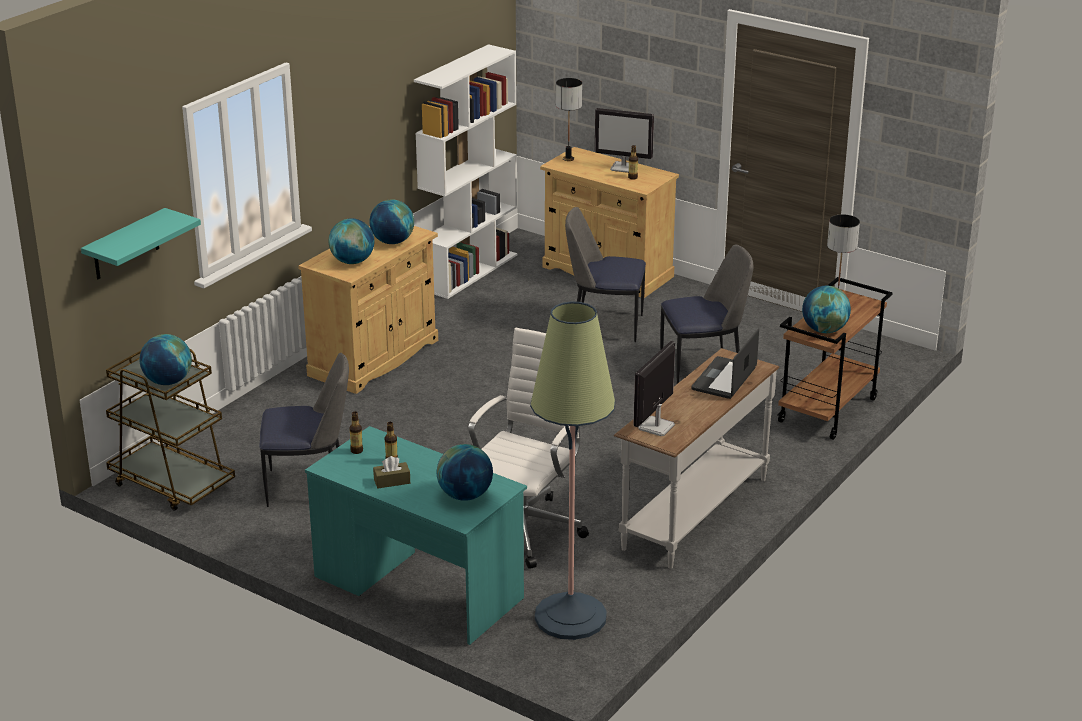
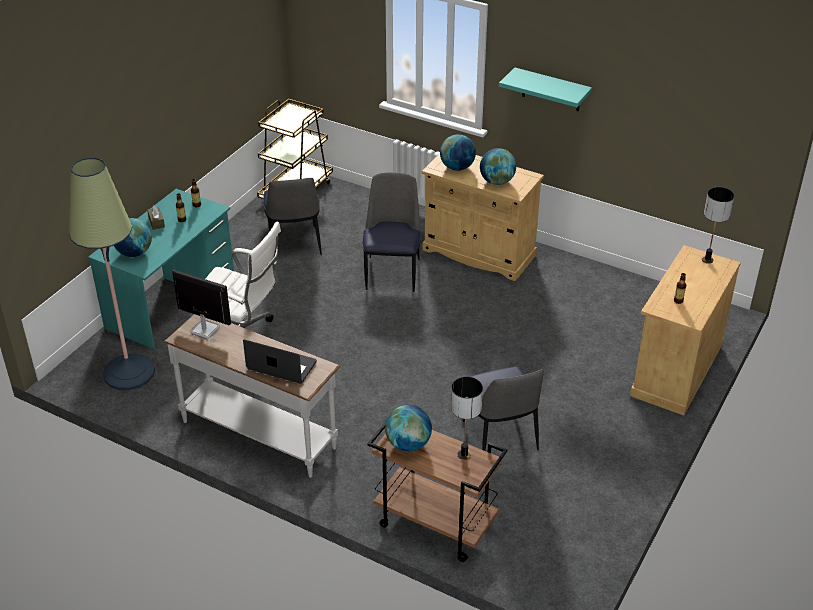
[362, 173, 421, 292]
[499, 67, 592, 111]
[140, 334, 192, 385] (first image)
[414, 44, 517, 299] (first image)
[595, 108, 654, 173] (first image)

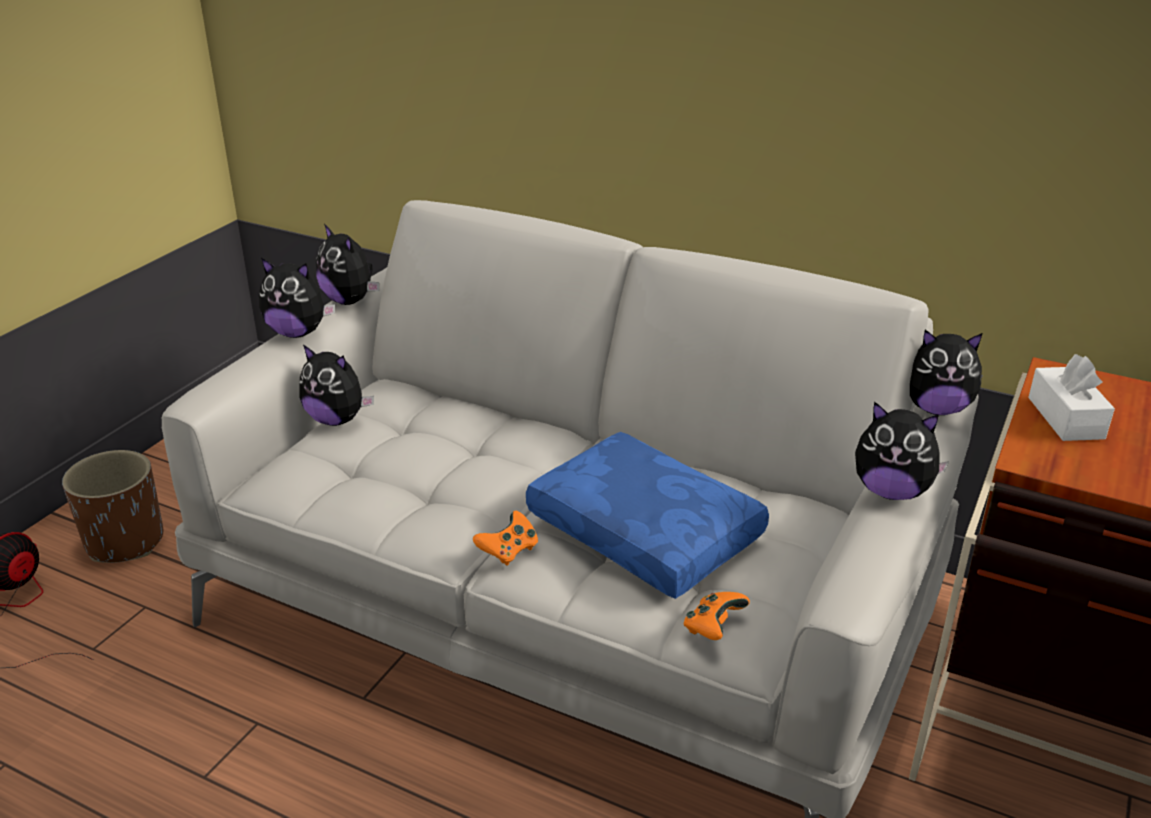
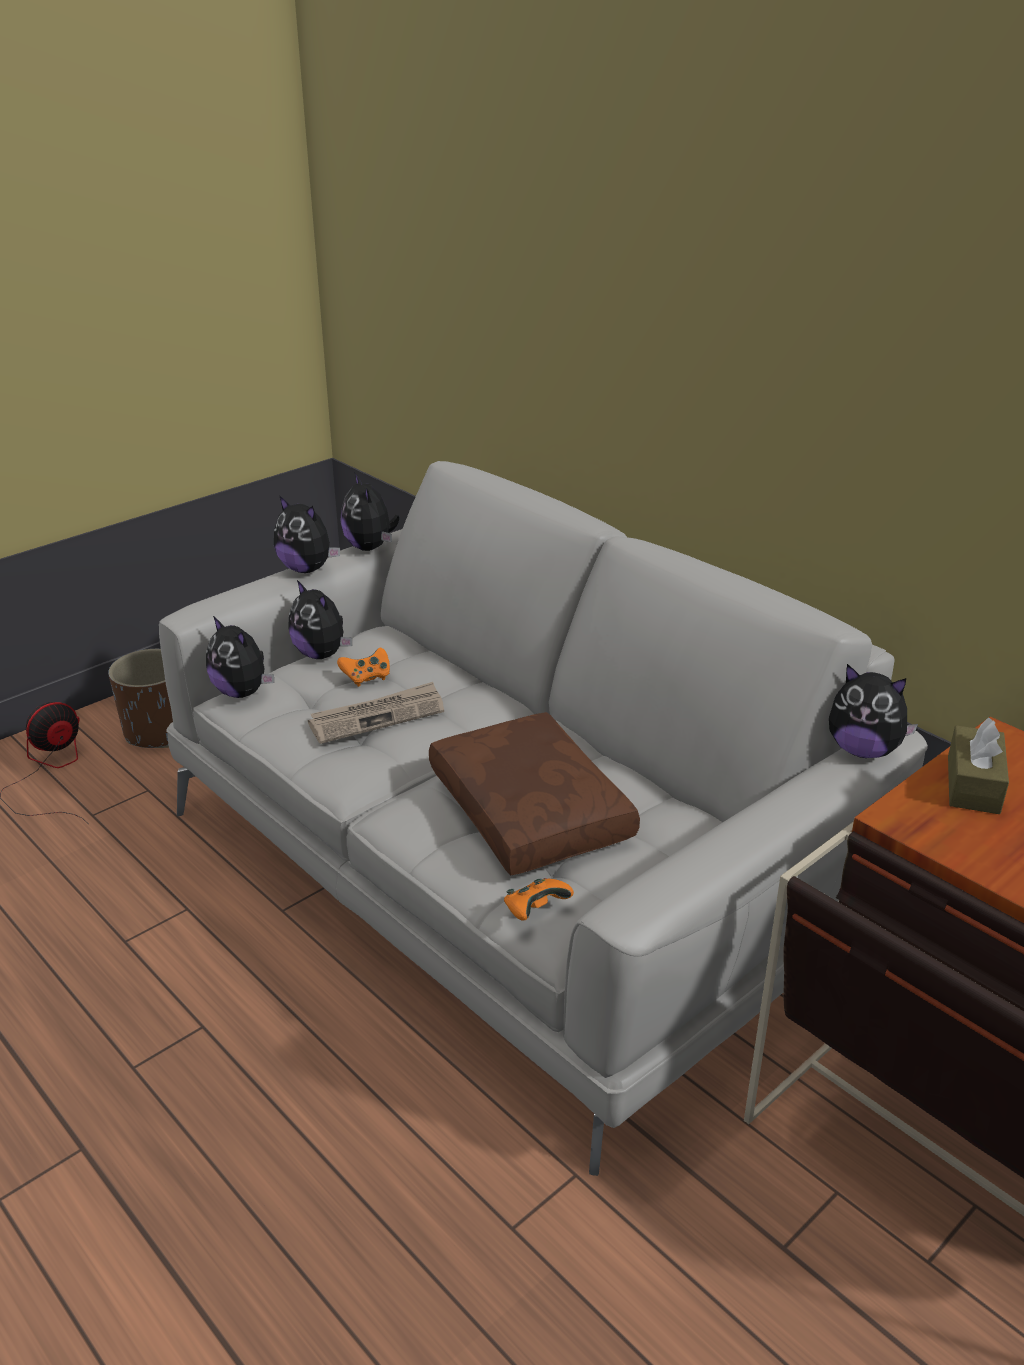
[206, 616, 274, 698]
[308, 682, 444, 744]
[337, 648, 390, 687]
[429, 712, 640, 875]
[948, 717, 1009, 814]

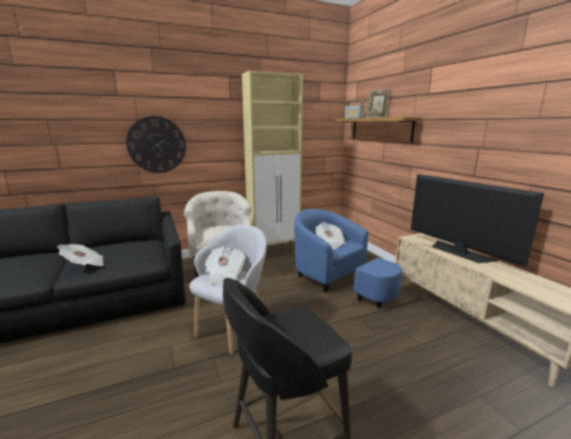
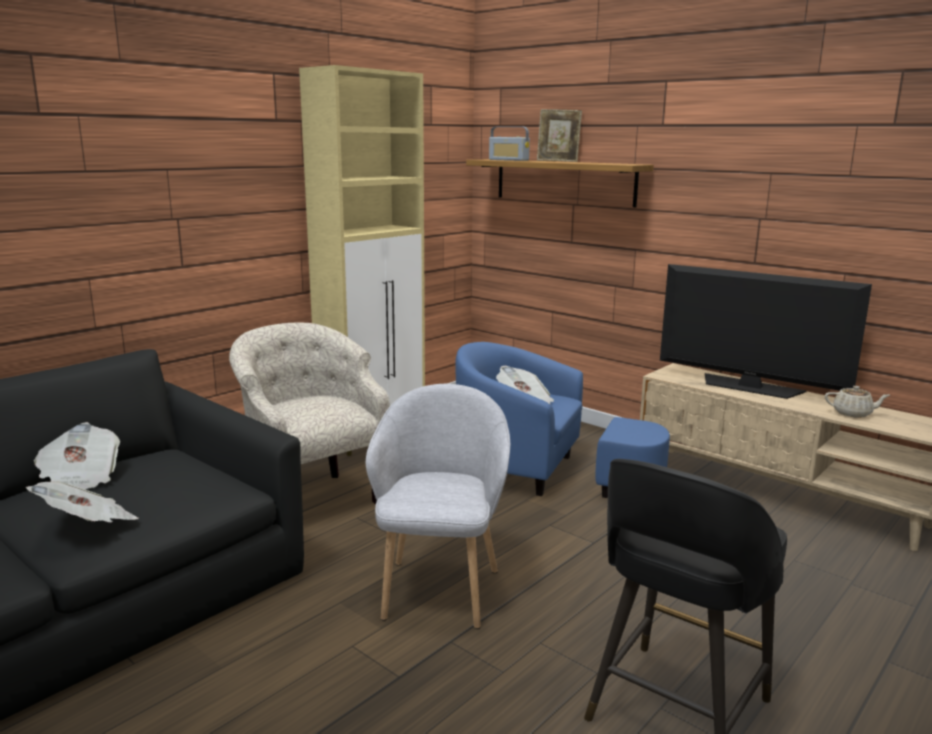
[34, 422, 120, 489]
[825, 386, 890, 418]
[126, 116, 186, 173] (first image)

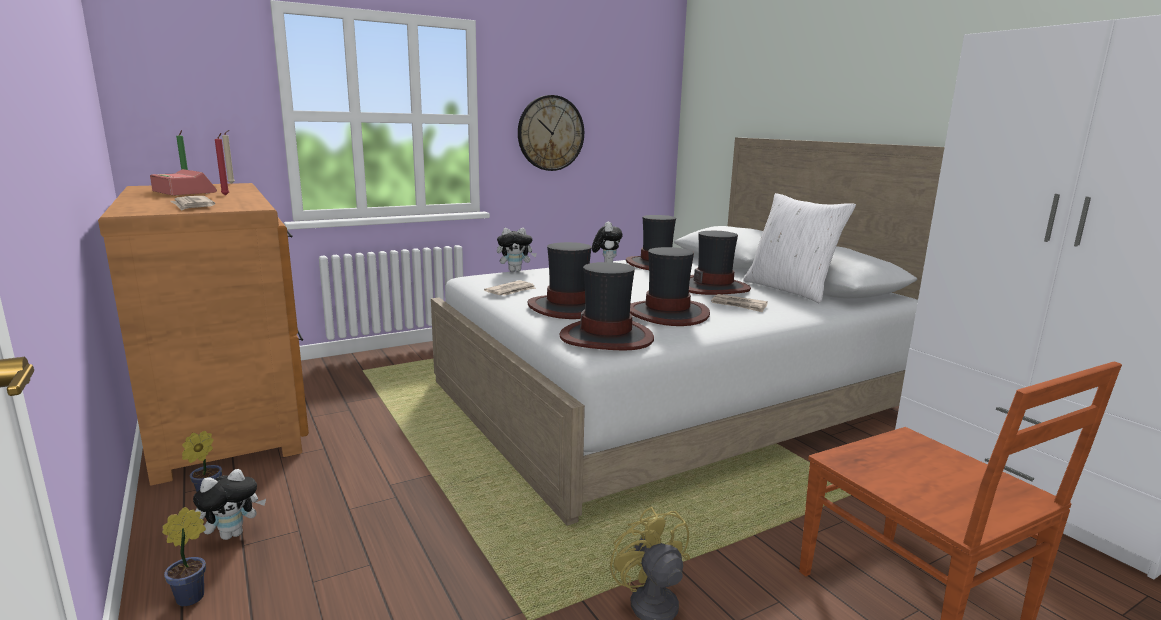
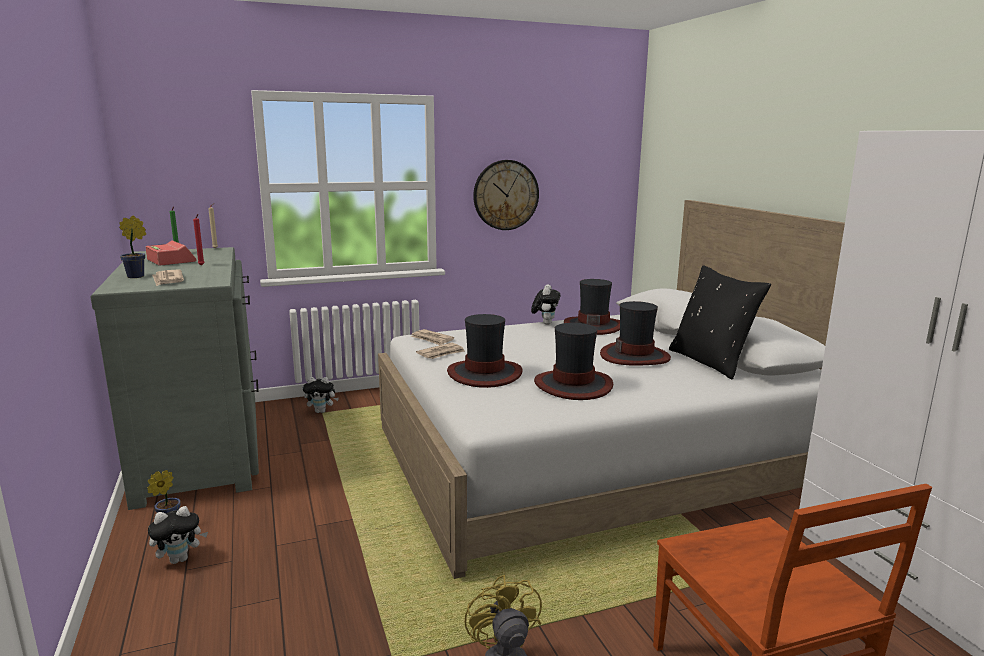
[90, 247, 259, 510]
[119, 215, 146, 278]
[303, 377, 339, 413]
[410, 329, 454, 345]
[669, 265, 771, 379]
[559, 262, 654, 350] (first image)

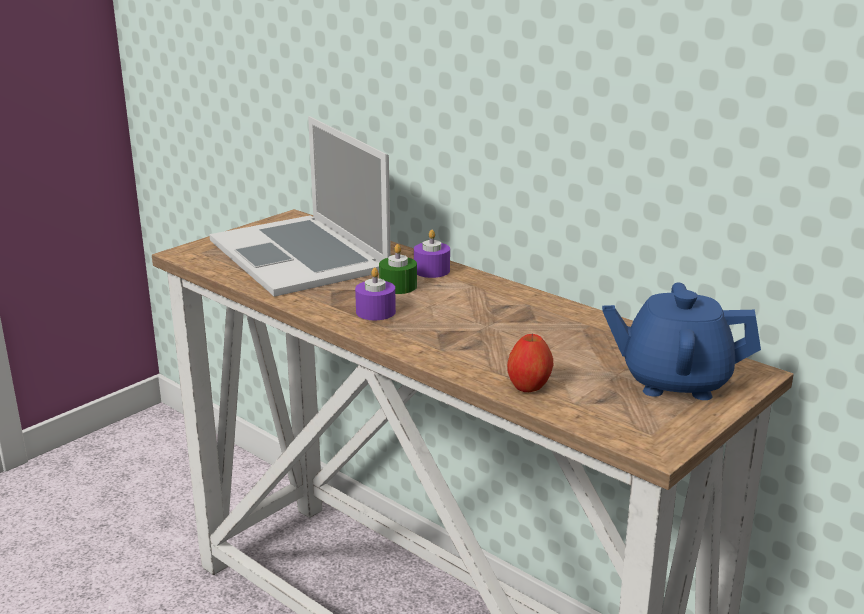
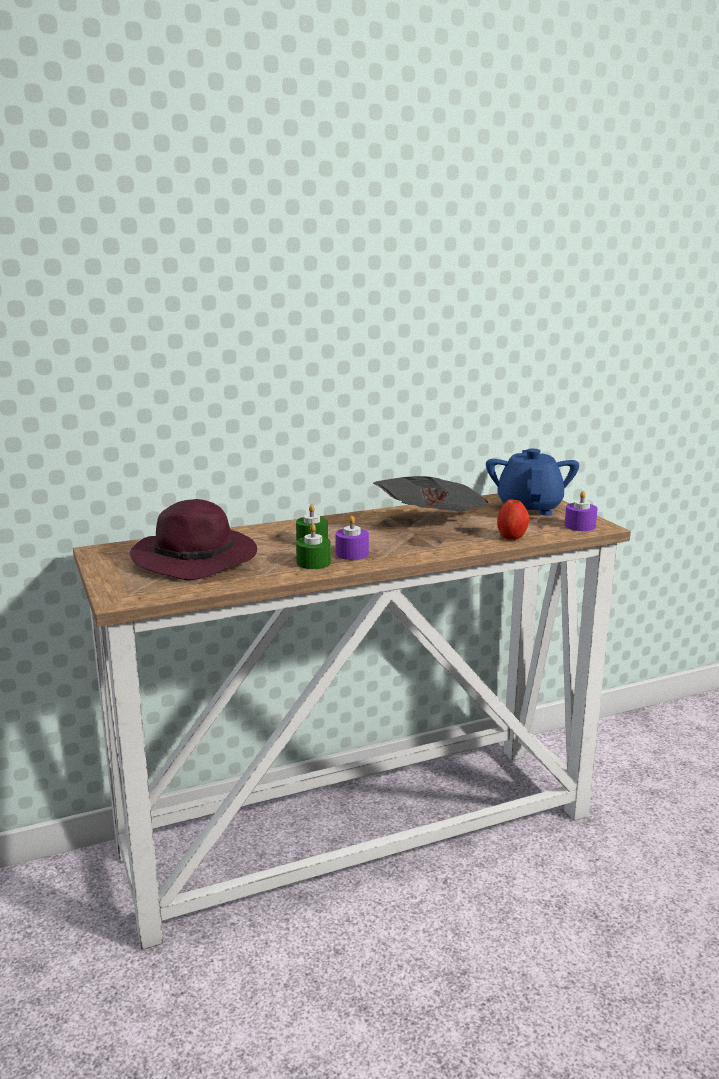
[130, 499, 257, 580]
[296, 524, 331, 569]
[373, 476, 488, 511]
[486, 448, 579, 516]
[565, 491, 598, 531]

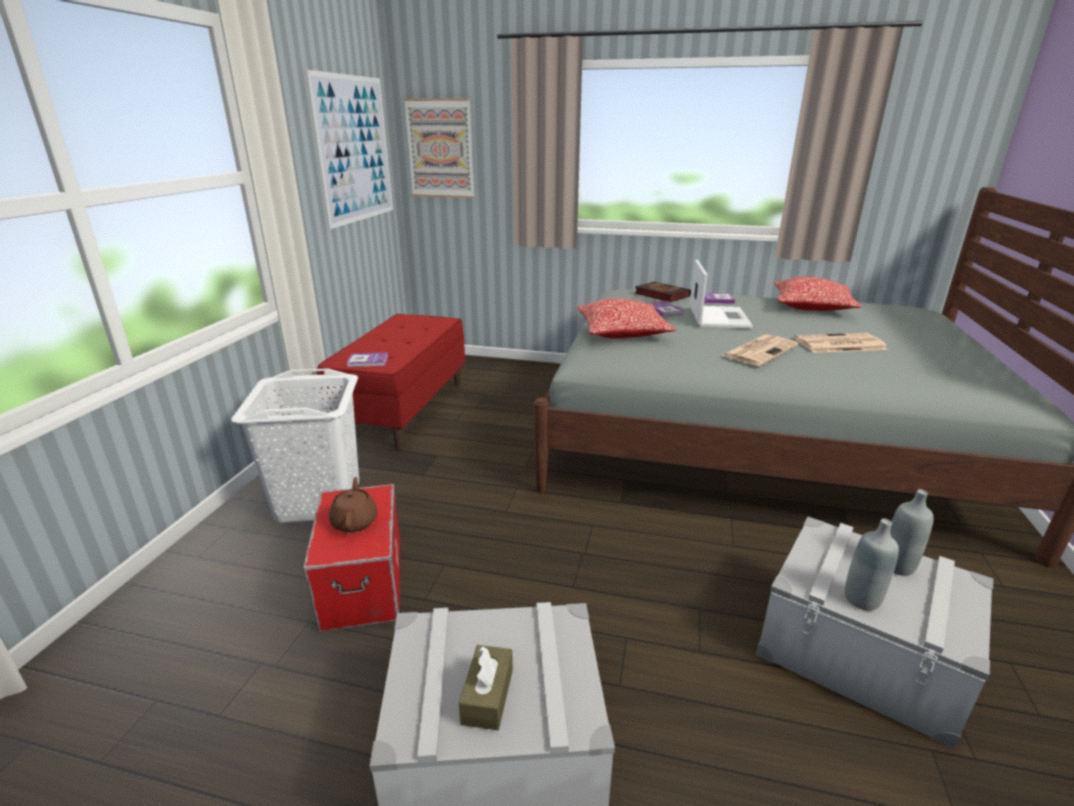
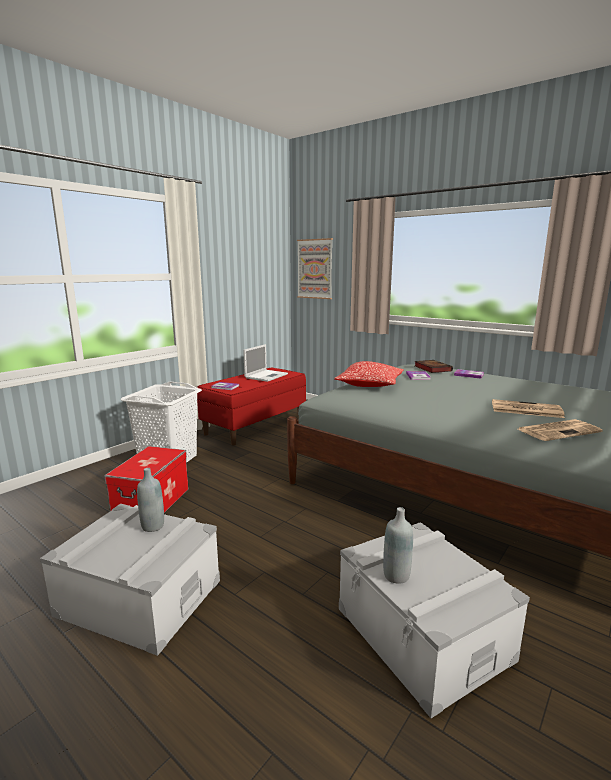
[137, 468, 164, 532]
[243, 344, 288, 382]
[518, 419, 603, 441]
[305, 70, 393, 229] (first image)
[329, 477, 378, 532] (first image)
[459, 645, 513, 730] (first image)
[774, 277, 862, 311] (first image)

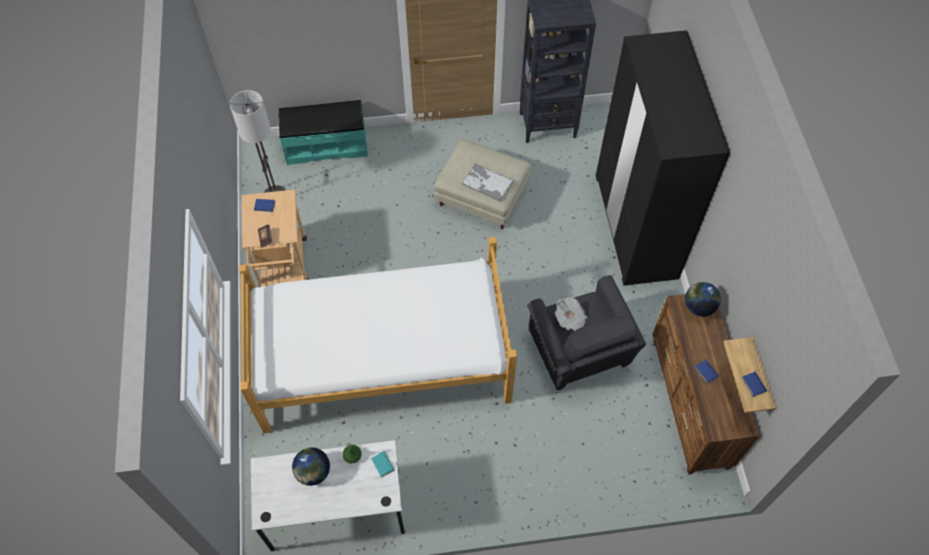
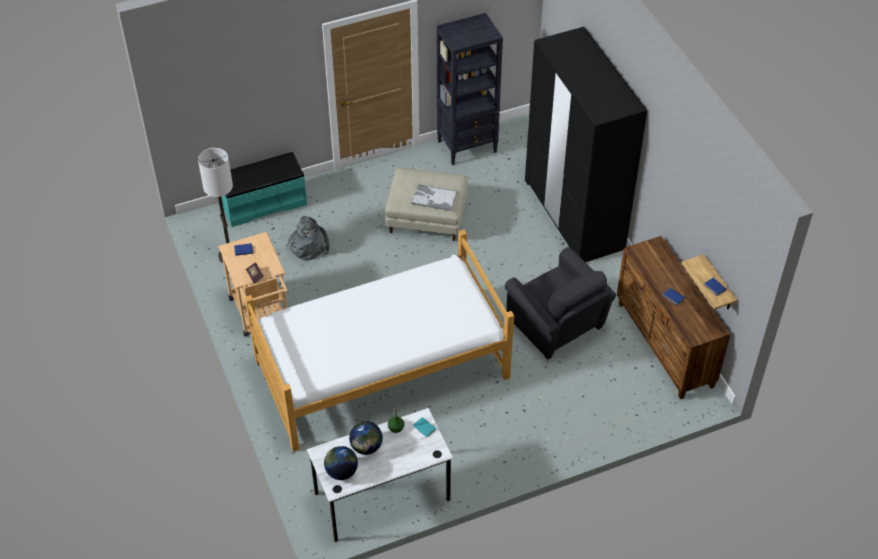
[286, 216, 330, 260]
[324, 446, 358, 480]
[555, 297, 587, 331] (first image)

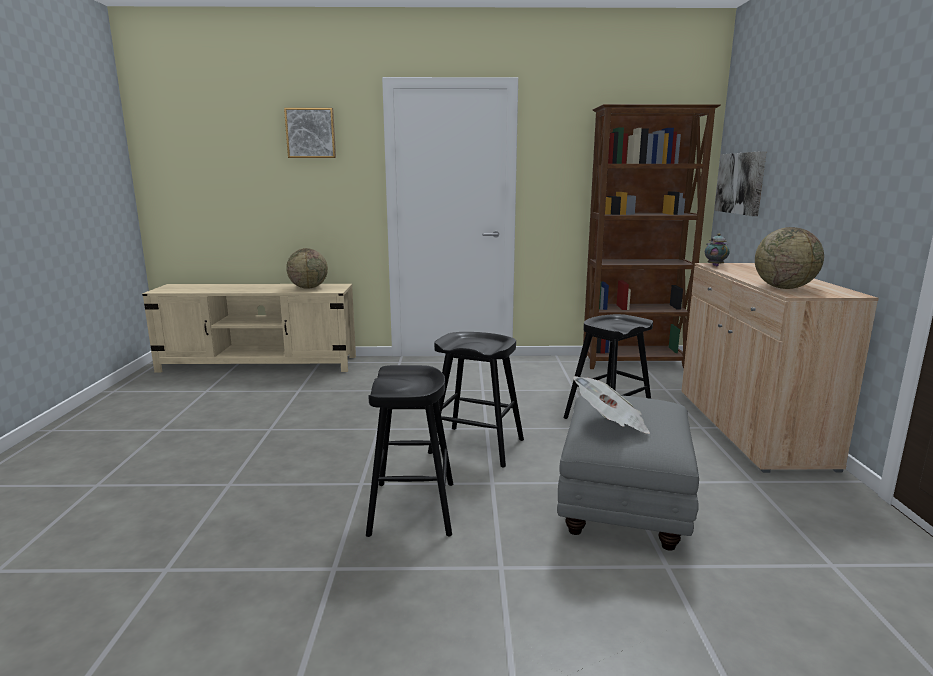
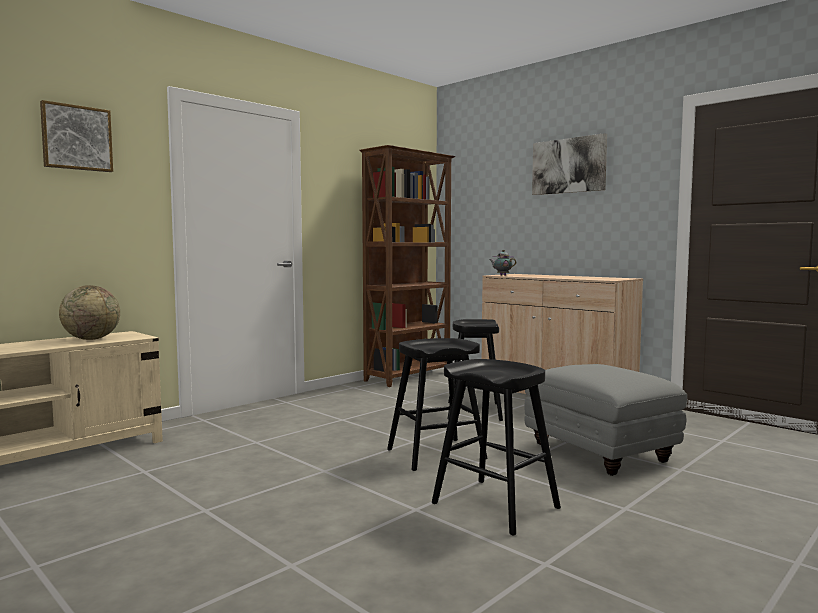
[532, 133, 607, 195]
[573, 376, 650, 434] (first image)
[755, 227, 824, 289] (first image)

